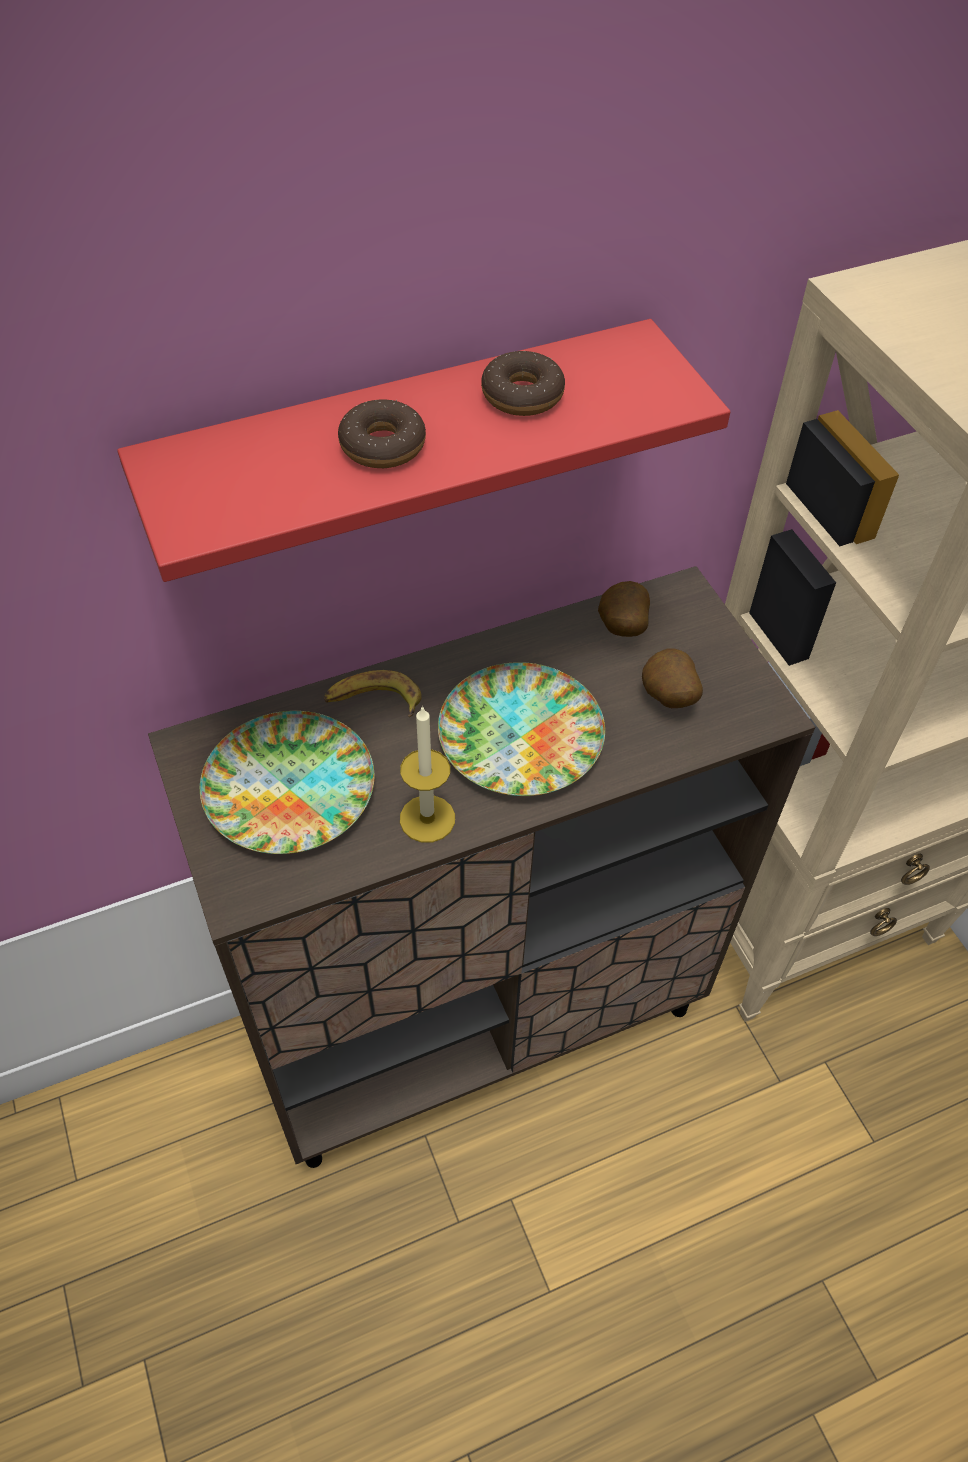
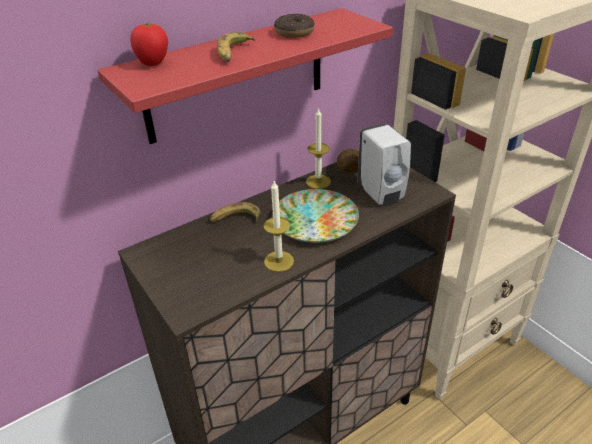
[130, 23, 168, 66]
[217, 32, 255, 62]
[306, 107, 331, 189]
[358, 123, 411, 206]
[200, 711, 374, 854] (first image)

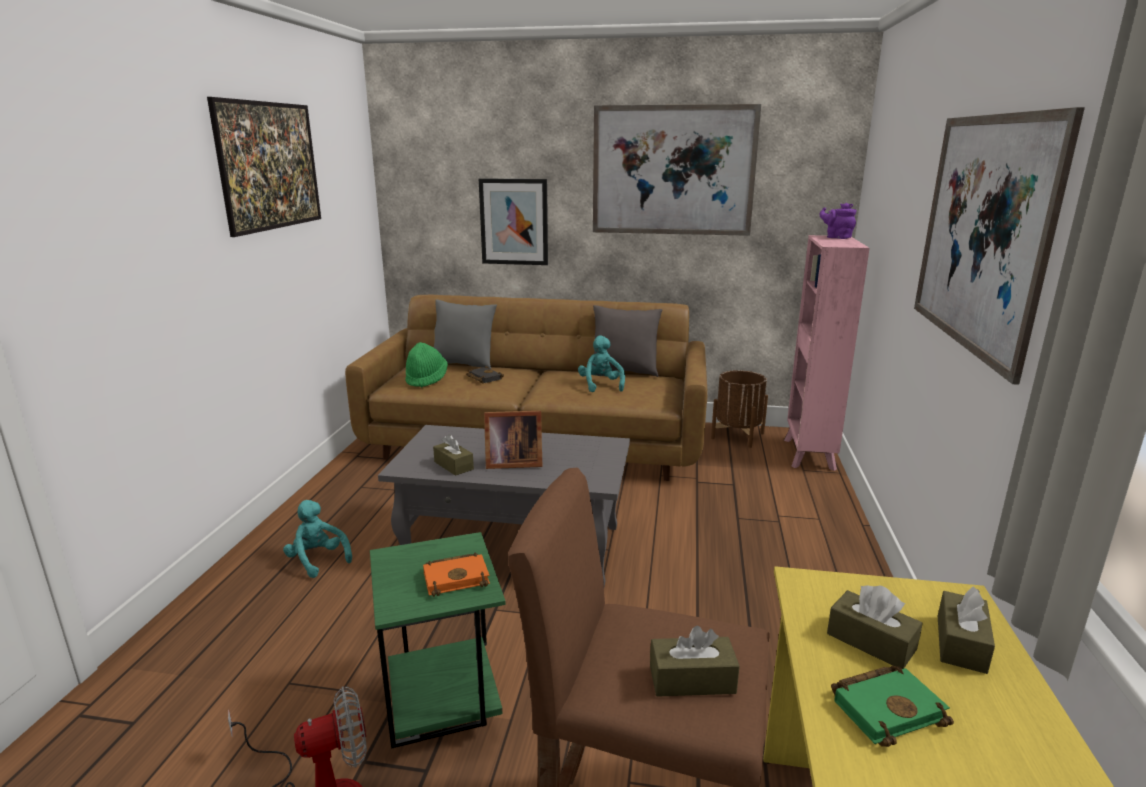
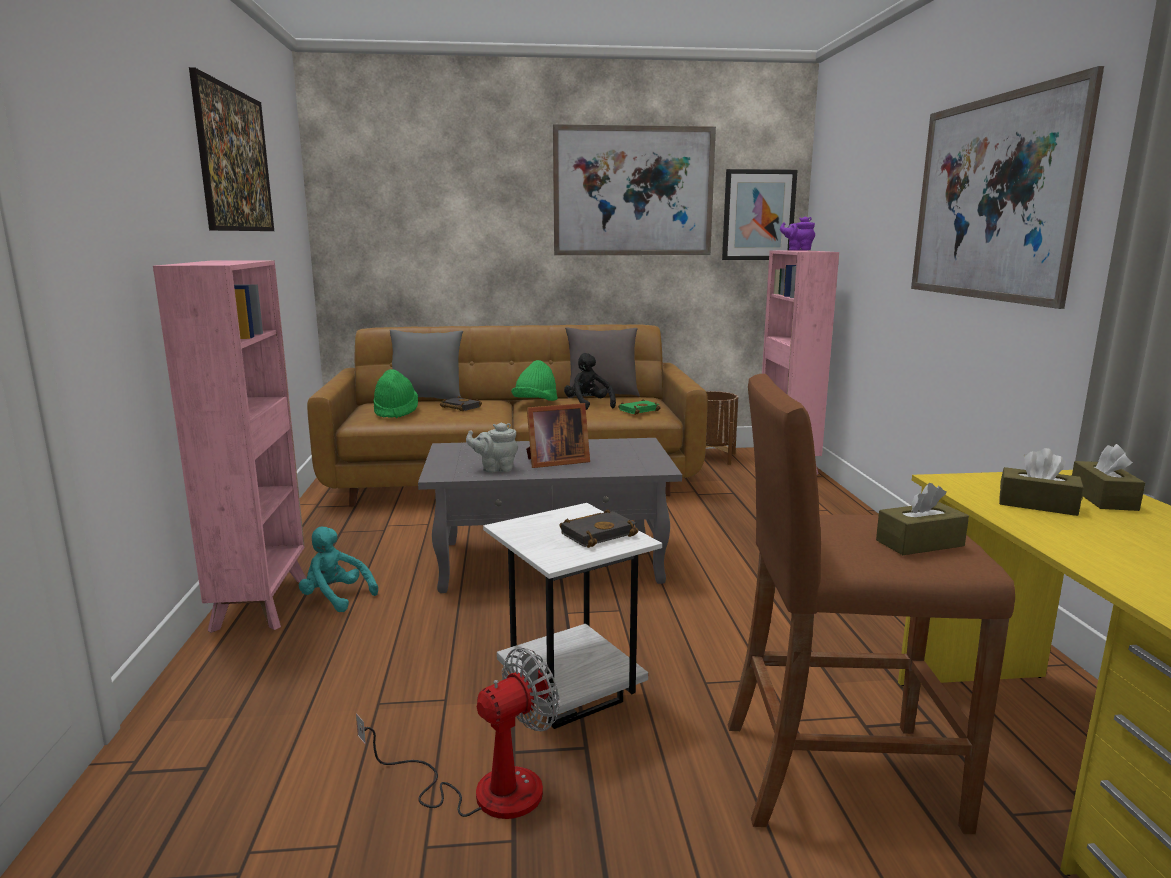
[153, 260, 307, 633]
[466, 423, 518, 473]
[483, 503, 662, 729]
[511, 360, 558, 401]
[560, 509, 638, 548]
[564, 353, 616, 410]
[618, 399, 661, 415]
[722, 169, 798, 260]

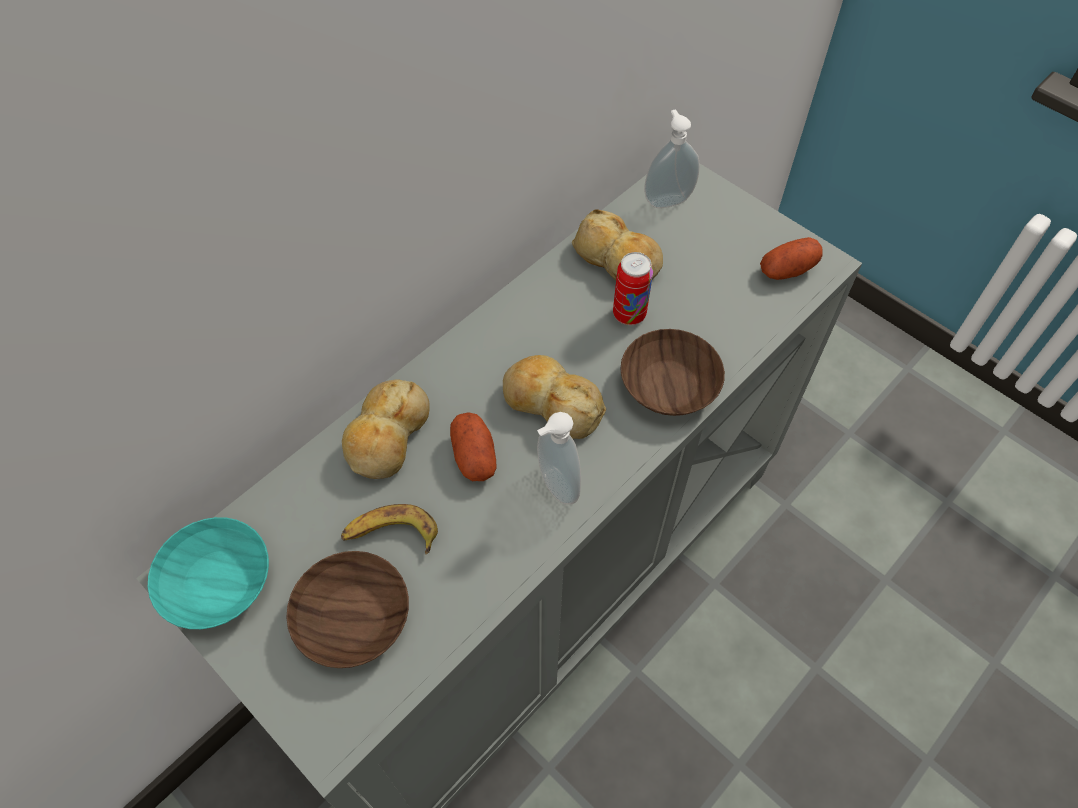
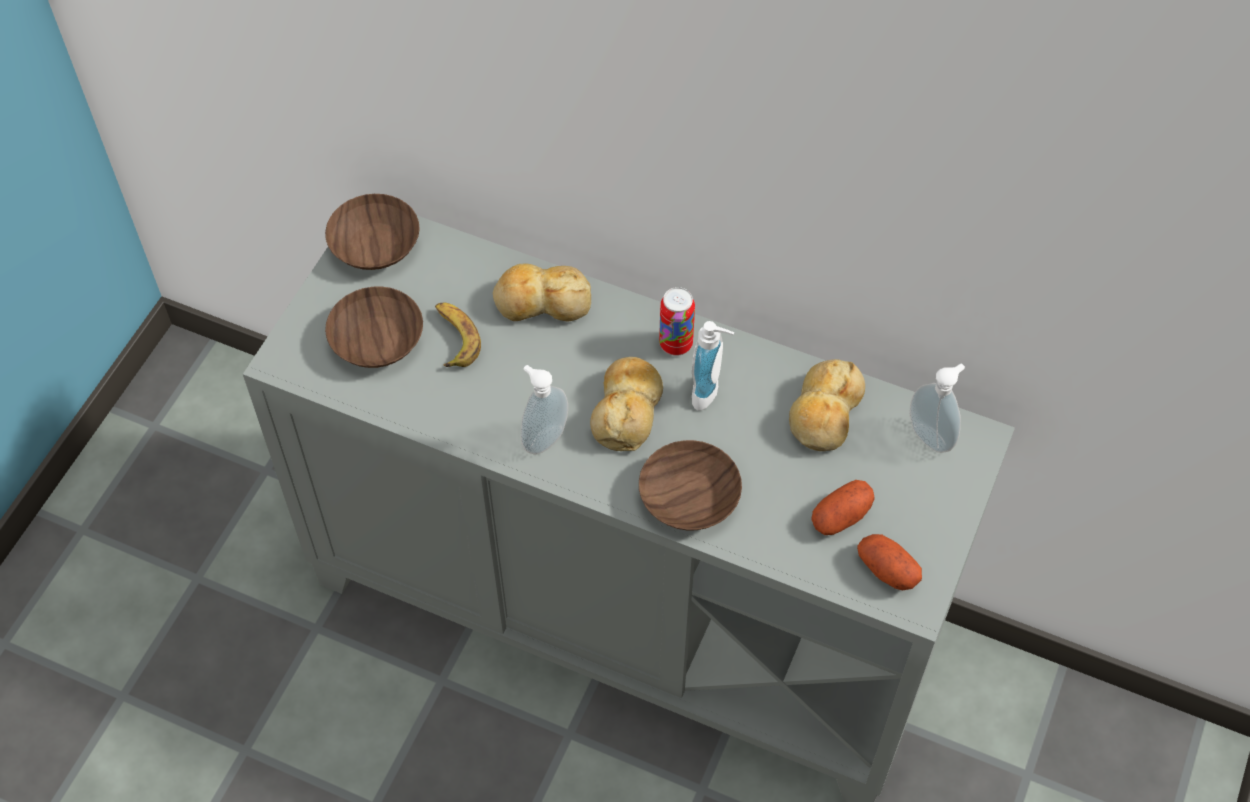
[325, 194, 420, 270]
[659, 287, 695, 356]
[692, 321, 734, 410]
[811, 480, 875, 535]

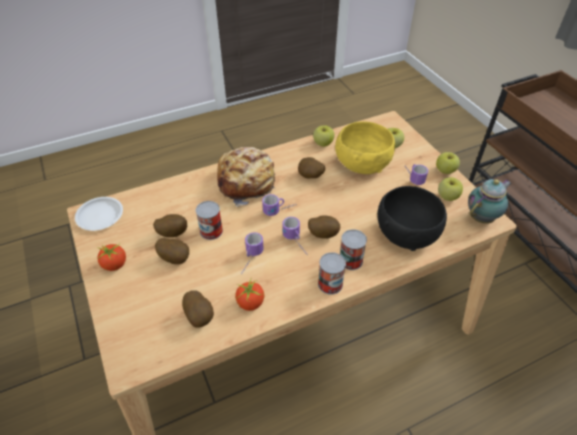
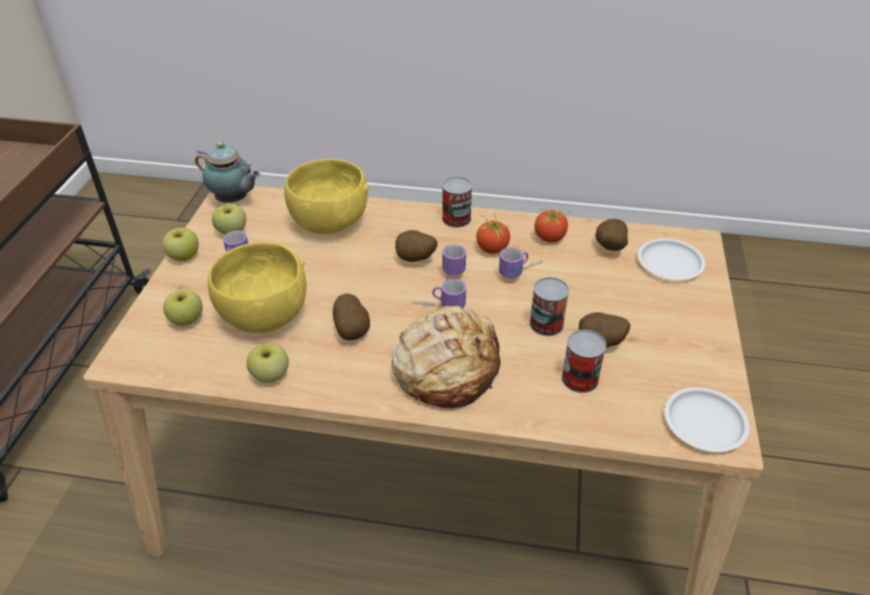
[195, 142, 261, 203]
[284, 159, 369, 234]
[476, 214, 511, 254]
[561, 330, 606, 393]
[638, 238, 706, 280]
[155, 238, 189, 264] (first image)

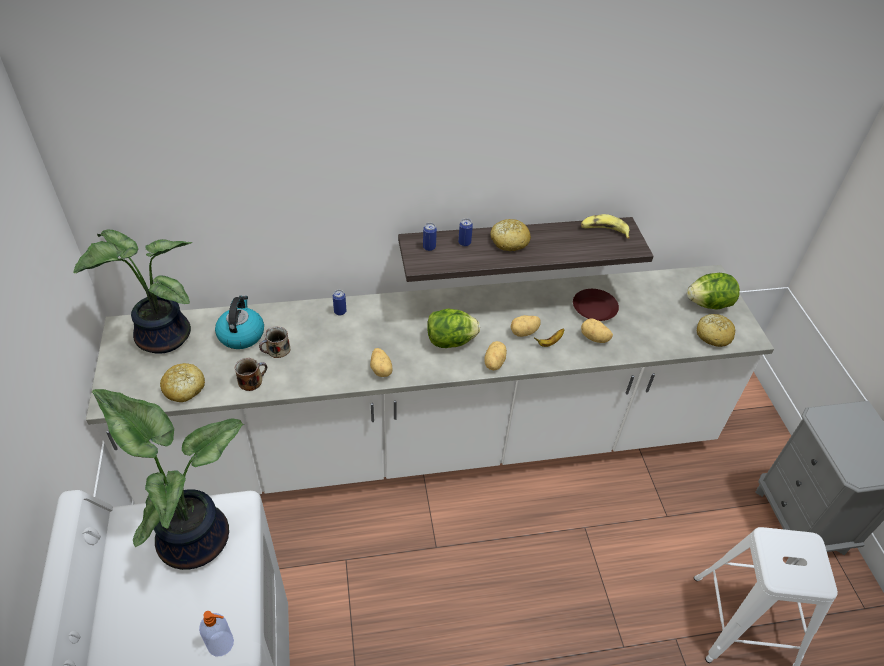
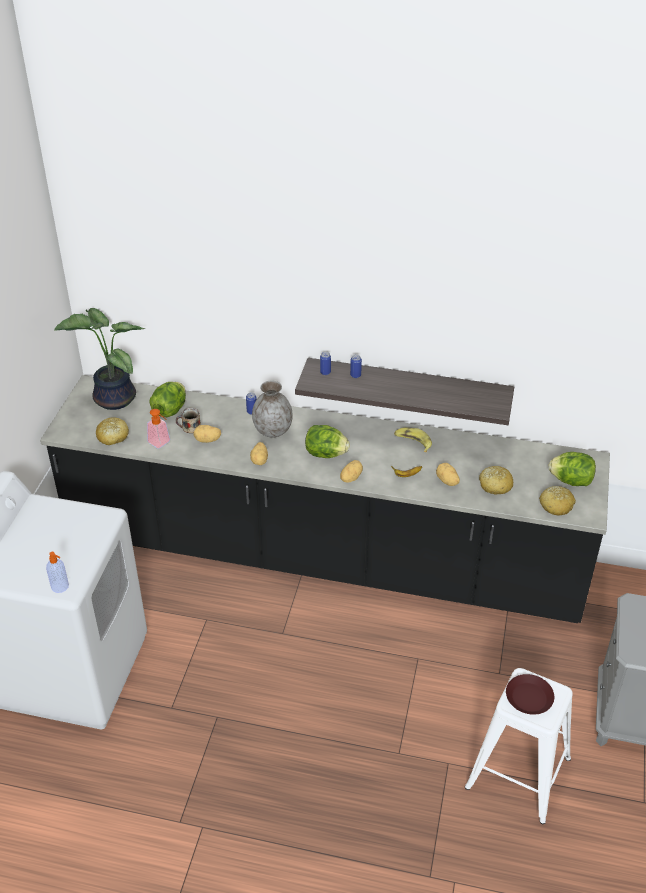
[40, 375, 610, 623]
[147, 409, 170, 449]
[149, 382, 186, 417]
[194, 425, 221, 443]
[252, 381, 293, 438]
[394, 427, 432, 452]
[479, 466, 513, 495]
[506, 674, 554, 715]
[92, 389, 244, 570] (first image)

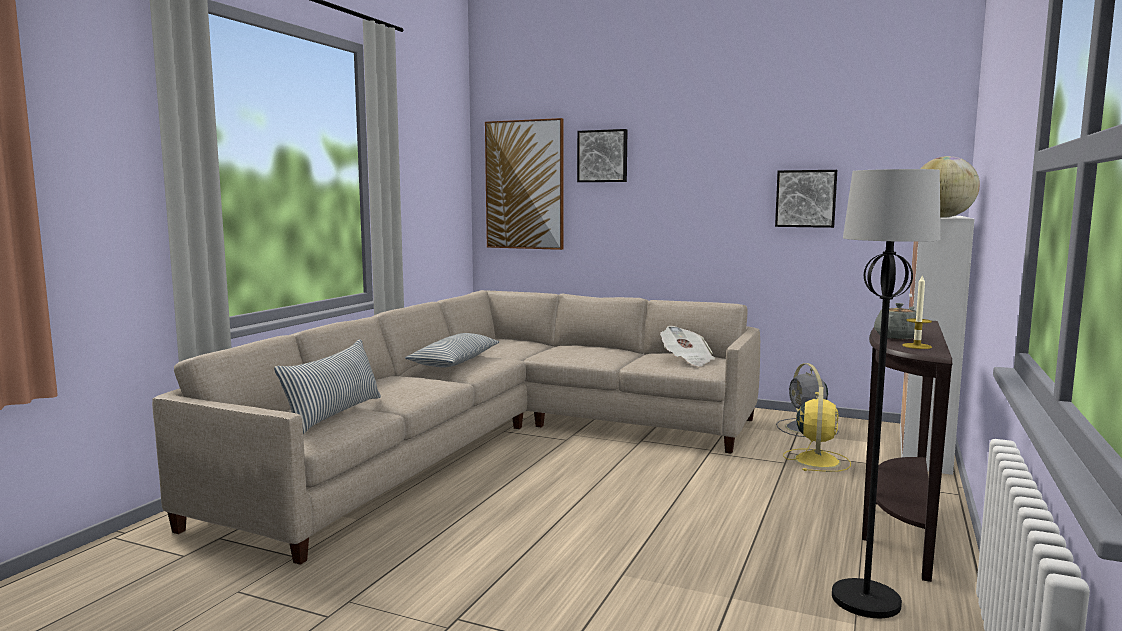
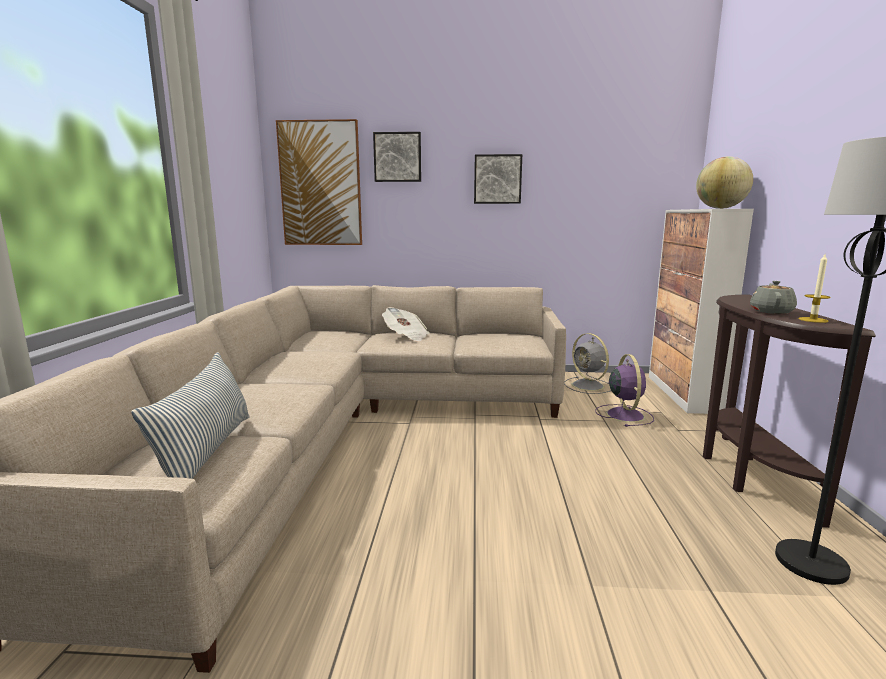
[382, 307, 430, 342]
[474, 154, 522, 204]
[595, 354, 654, 427]
[405, 333, 499, 368] (first image)

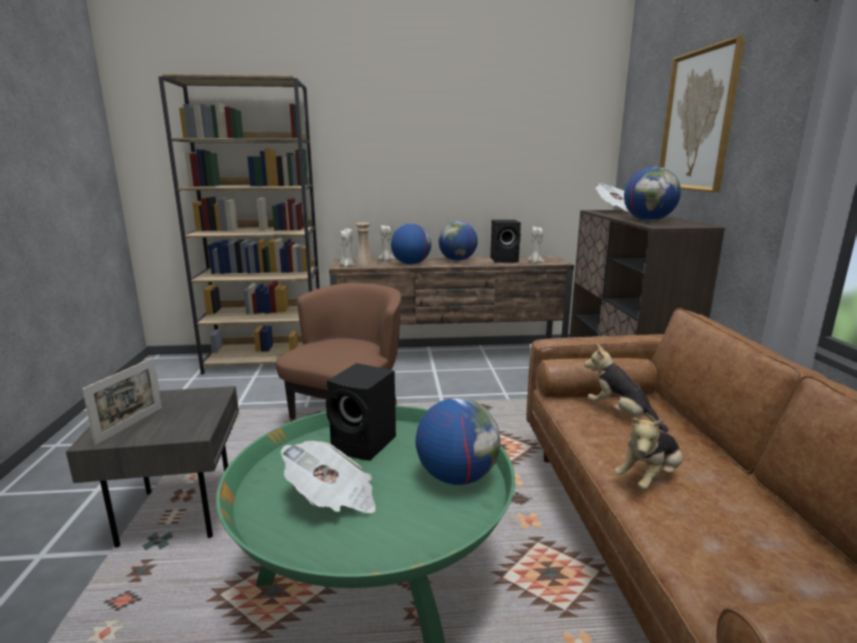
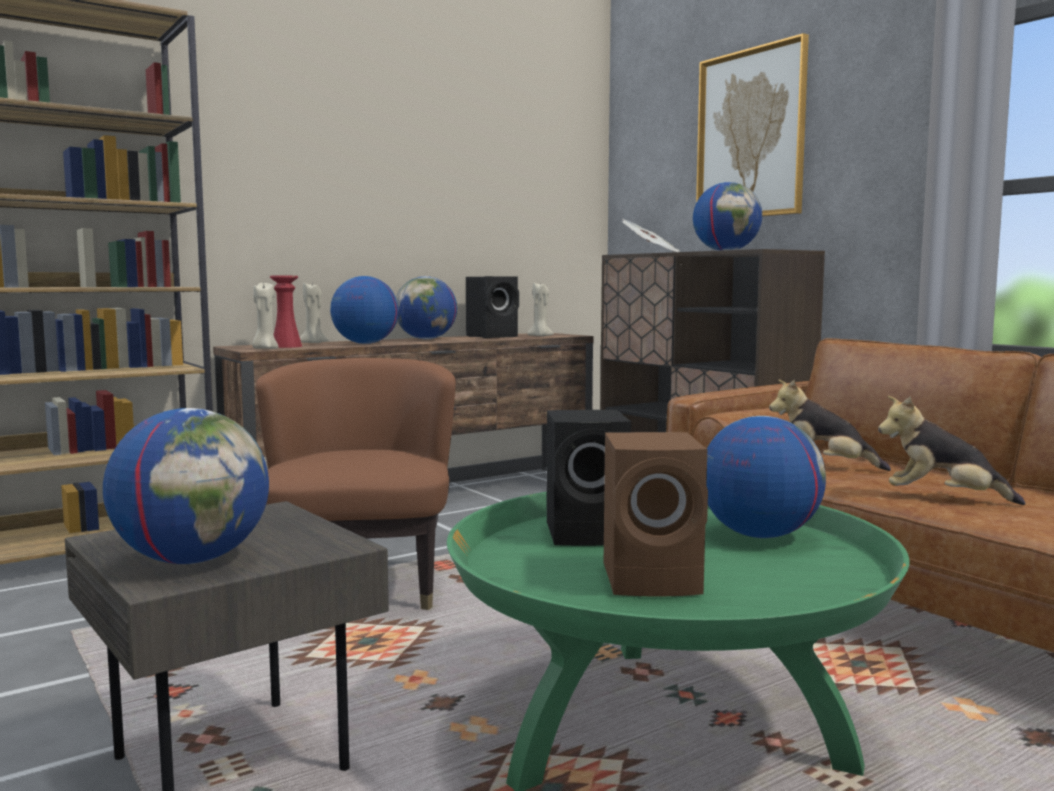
[103, 408, 269, 564]
[270, 276, 302, 348]
[604, 432, 708, 596]
[878, 396, 1025, 505]

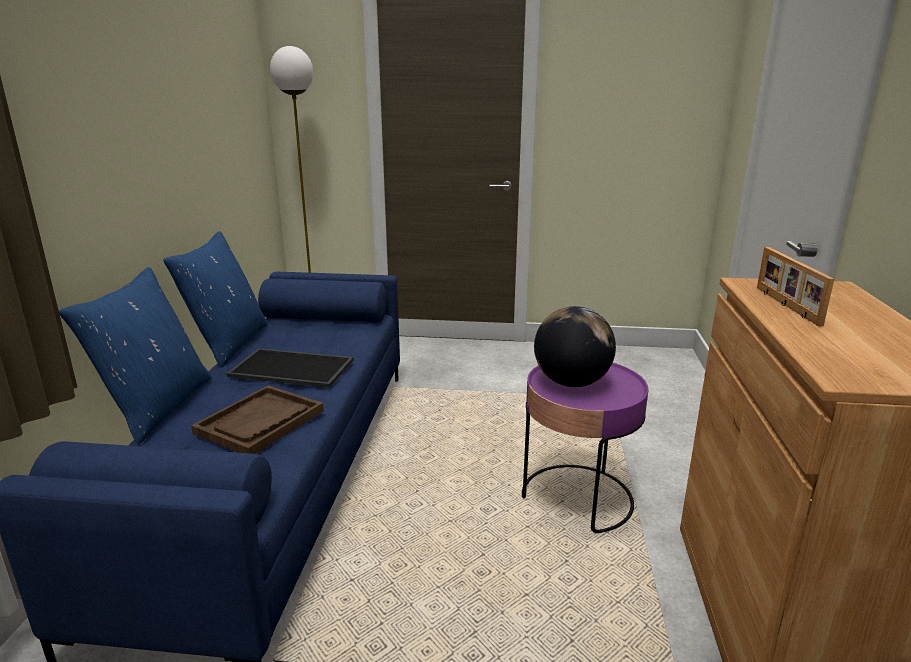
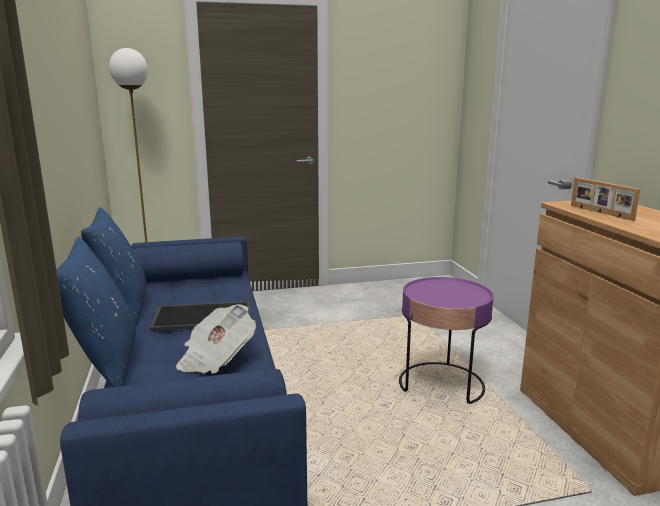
[176, 304, 256, 374]
[534, 306, 616, 387] (first image)

